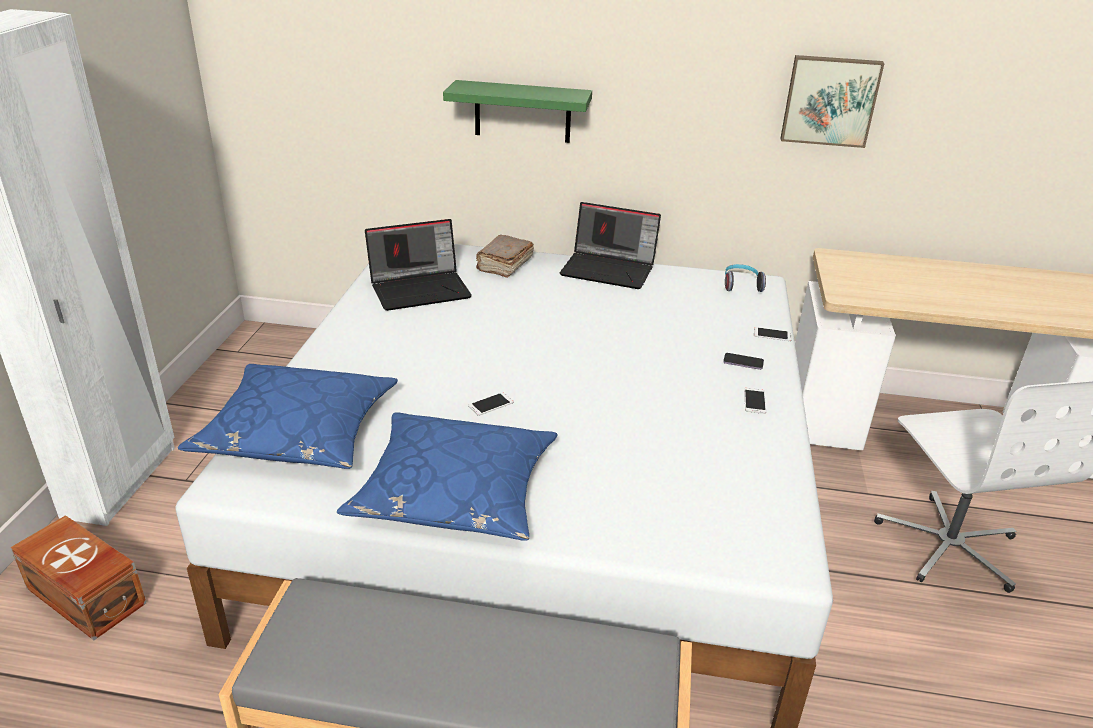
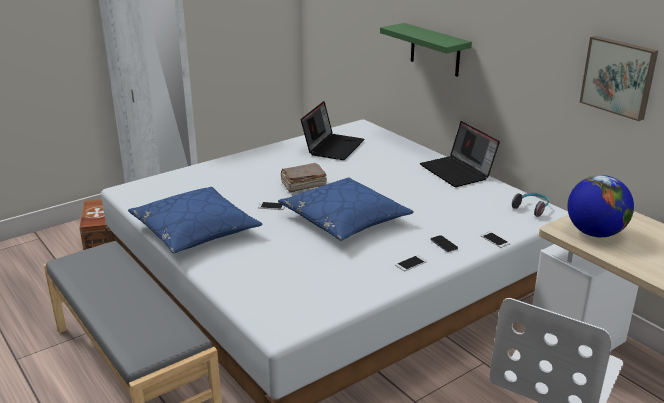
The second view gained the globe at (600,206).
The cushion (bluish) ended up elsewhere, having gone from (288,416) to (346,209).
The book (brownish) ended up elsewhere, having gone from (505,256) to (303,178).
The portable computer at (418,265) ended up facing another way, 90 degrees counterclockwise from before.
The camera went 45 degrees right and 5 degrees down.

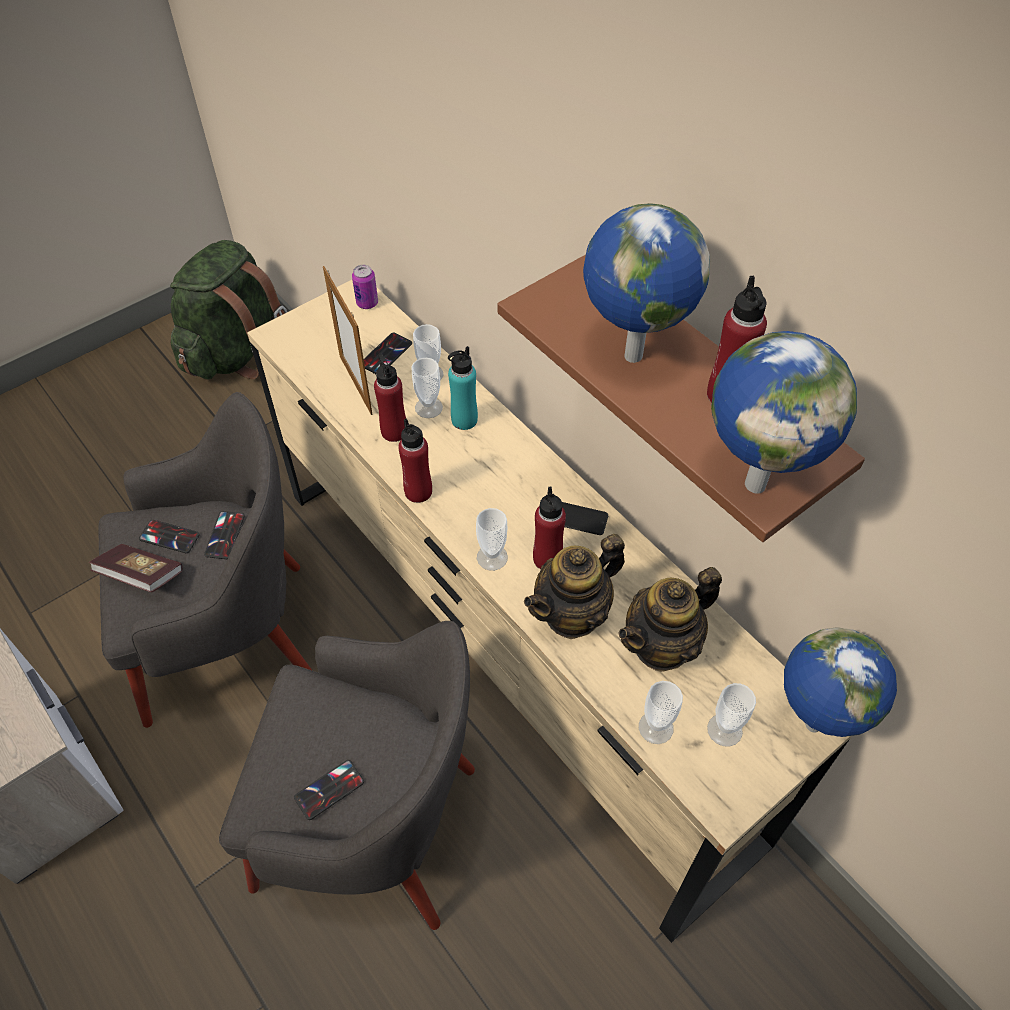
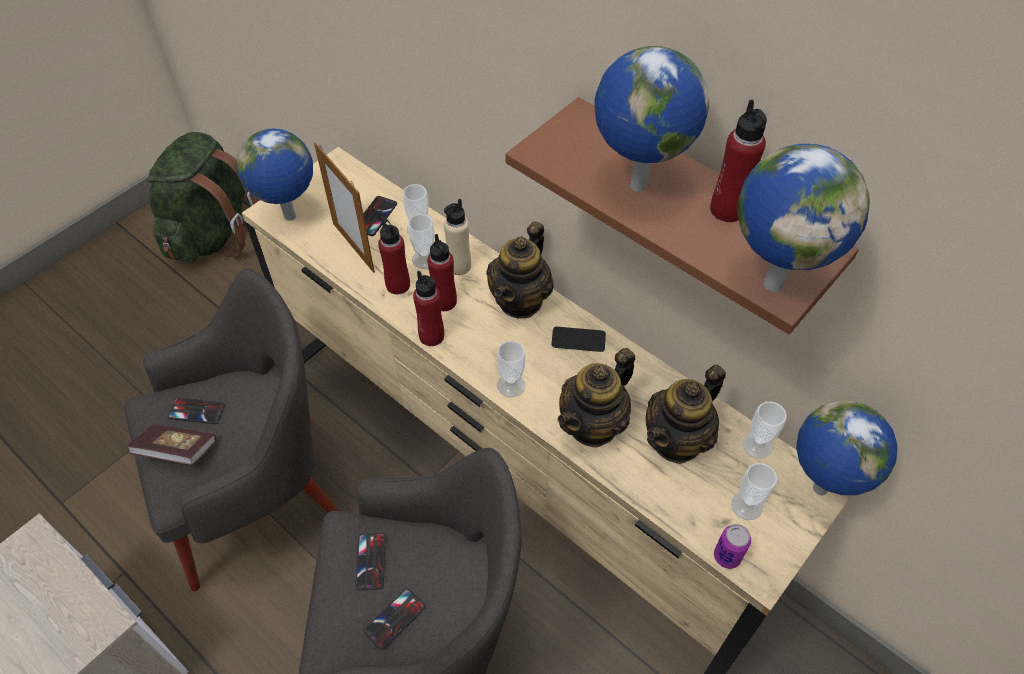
The second view gained the globe at (275,175).
The second view gained the tea pot at (520,270).
The phone ended up elsewhere, having gone from (224,535) to (370,561).
The can ended up elsewhere, having gone from (365,287) to (732,546).
The bottle (reddish) ended up elsewhere, having gone from (549,527) to (442,272).
The drinking cup ended up elsewhere, having gone from (661,712) to (764,430).
What was the bottle (blue-green) at (463,388) turned into the bottle (sand-coloured) at (457,237).
The camera went 10 degrees left and 0 degrees up.

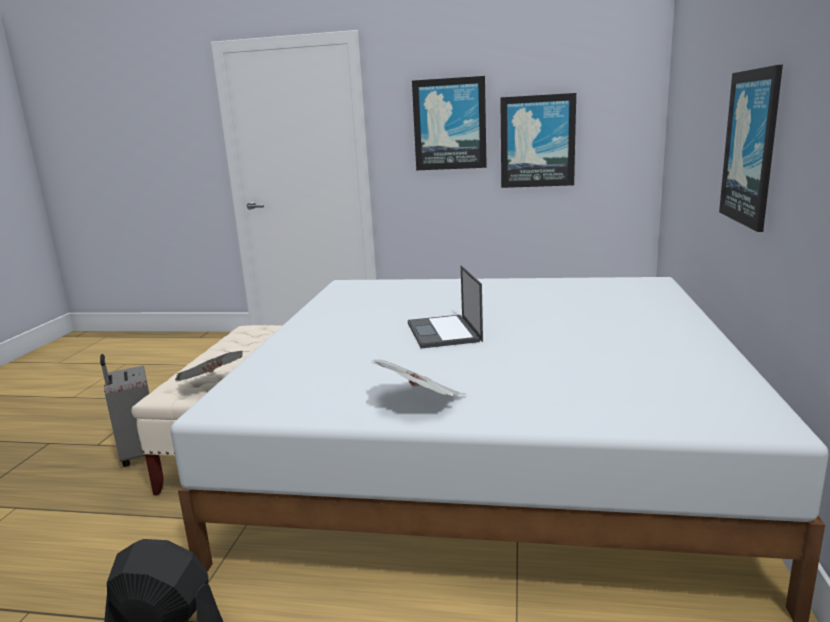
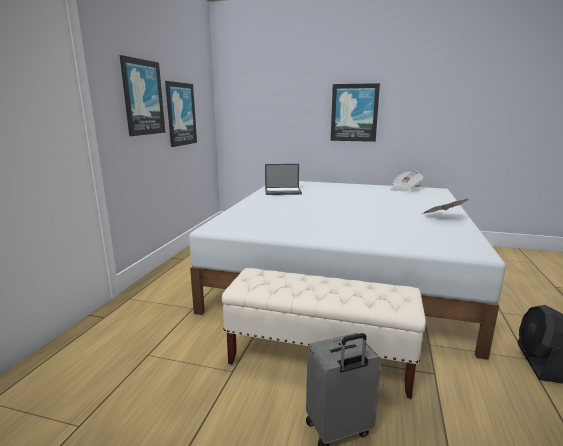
The newspaper ended up elsewhere, having gone from (209,366) to (406,180).
The portable computer ended up elsewhere, having gone from (445,307) to (283,179).
The camera went 85 degrees left and 0 degrees up.

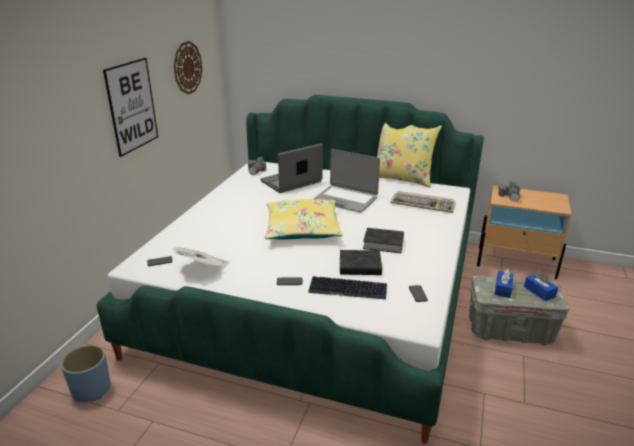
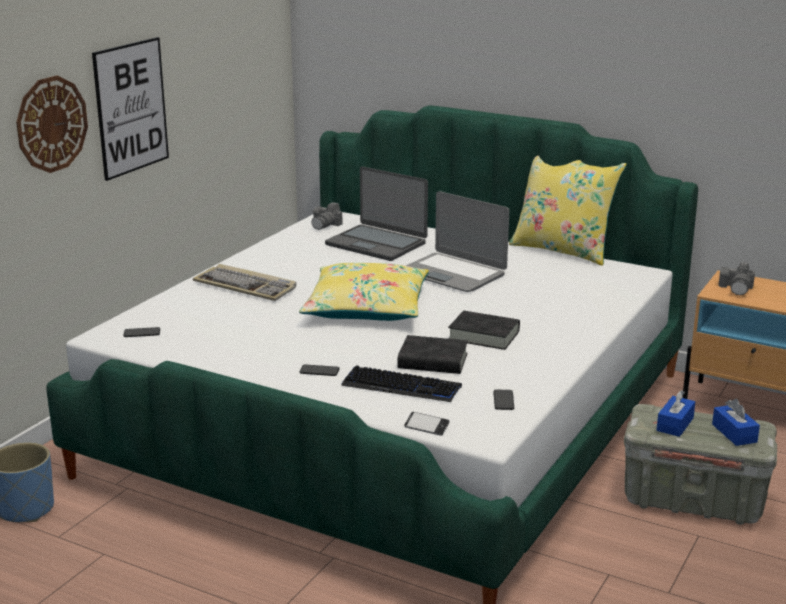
The second view lost the newspaper at (201,256).
The second view gained the phone at (427,424).
The wall clock ended up elsewhere, having gone from (188,67) to (52,124).
The PC keyboard ended up elsewhere, having gone from (423,202) to (244,282).
The portable computer at (292,168) ended up facing another way, 120 degrees counterclockwise from before.
The camera went 10 degrees right and 5 degrees down.

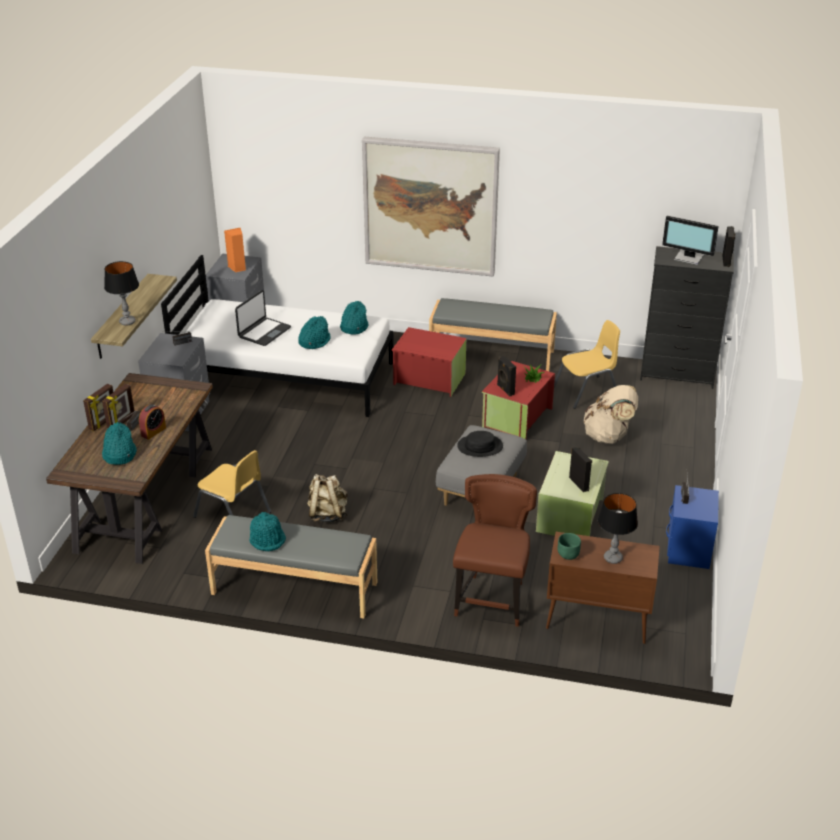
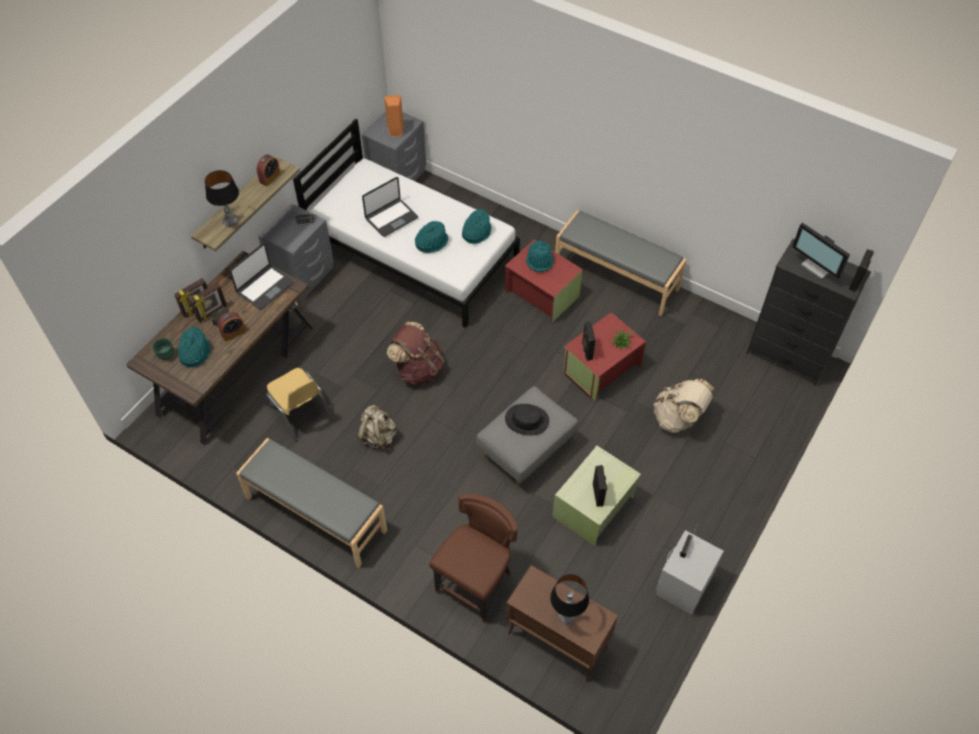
The second view lost the picture at (431,206).
The second view lost the upright chair (yellow-coloured) at (587,364).
The second view gained the portable computer at (261,276).
The second view gained the alarm clock at (269,170).
The second view gained the backpack (brownish) at (416,354).
The wearable hat (blue-green) ended up elsewhere, having gone from (267,531) to (540,256).
The bowl (green) ended up elsewhere, having gone from (569,546) to (163,349).
What was the nightstand (bluish) at (692,527) turned into the nightstand (gray) at (689,572).
The camera went 20 degrees right and 20 degrees up.

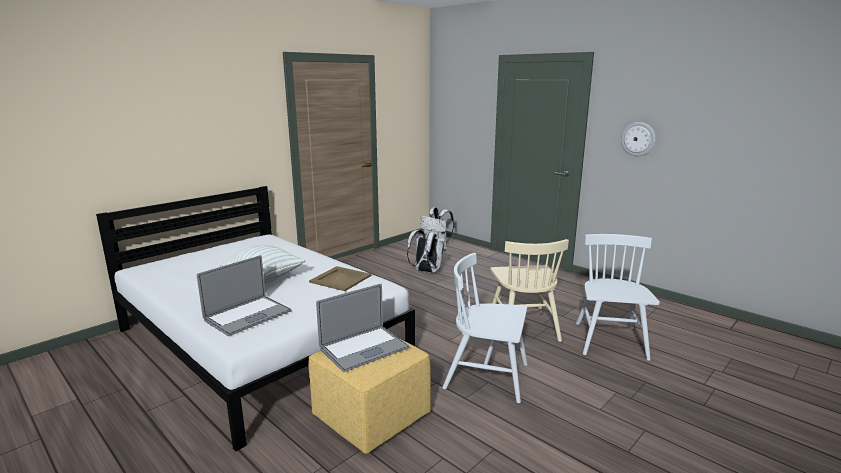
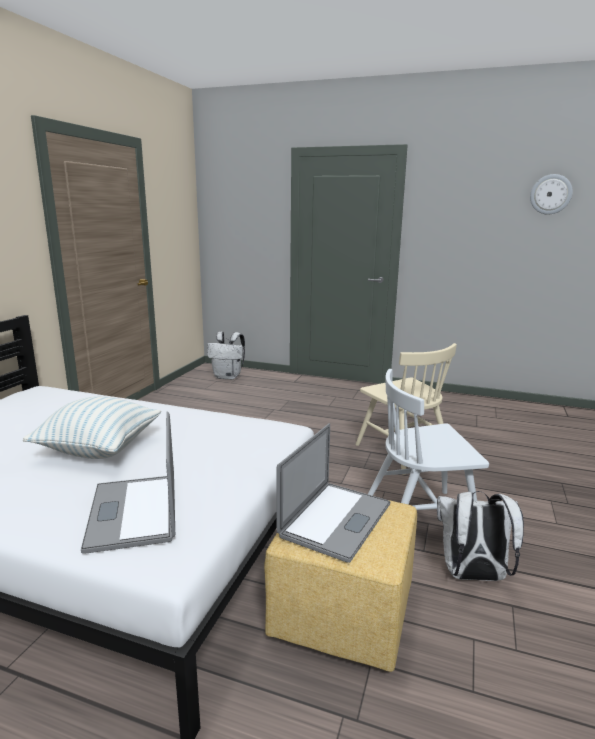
The second view lost the carrying tray (sand-coloured) at (340,278).
The second view lost the upright chair (white) at (618,297).
The backpack (white) ended up elsewhere, having gone from (426,251) to (480,536).
The wall clock ended up elsewhere, having gone from (638,139) to (551,194).
The portable computer at (244,295) ended up facing another way, 150 degrees clockwise from before.
The camera went 25 degrees left and 0 degrees up.

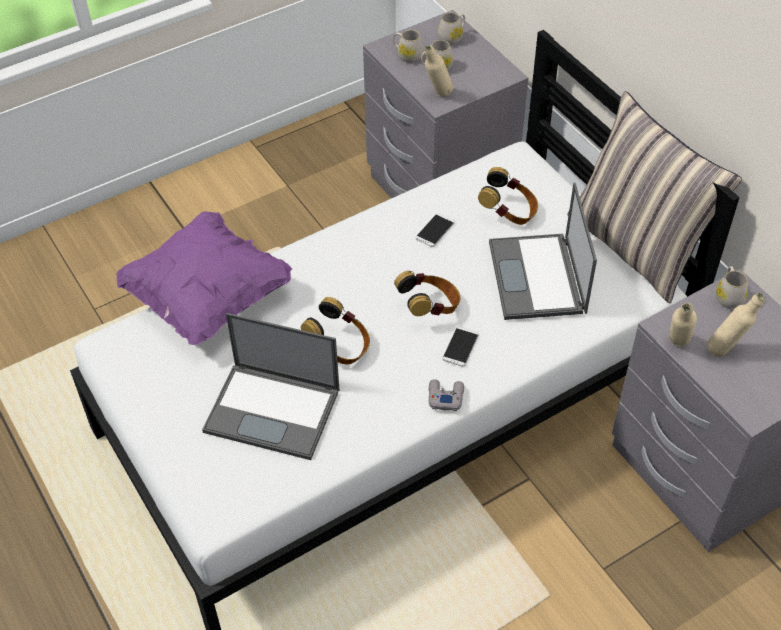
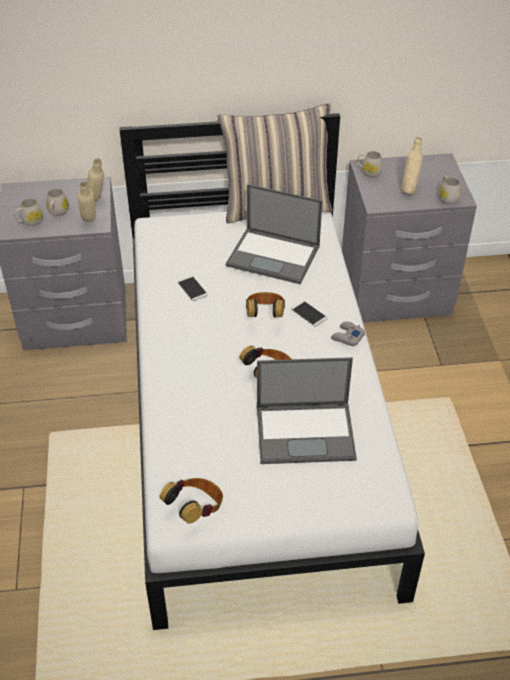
The second view lost the cushion (purple) at (204,278).
The mug (white) ended up elsewhere, having gone from (451,28) to (450,190).
The headphones ended up elsewhere, having gone from (508,196) to (191,501).
The bottle (sand-coloured) ended up elsewhere, having gone from (683,324) to (95,179).
The portable computer at (271,386) ended up facing another way, 45 degrees clockwise from before.
The camera went 65 degrees left and 5 degrees down.

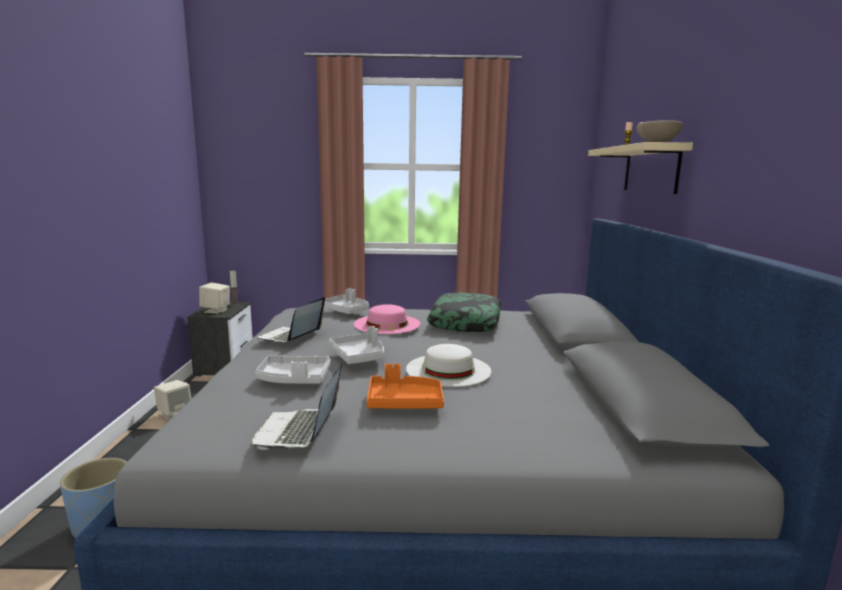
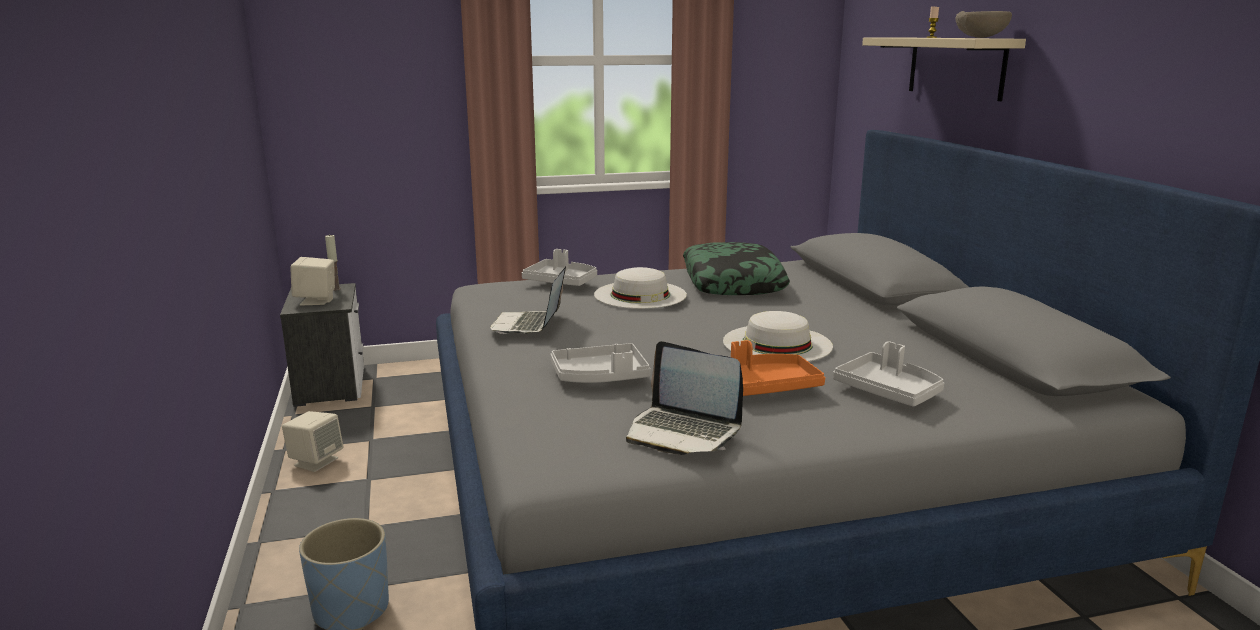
The carrying tray (gray) ended up elsewhere, having gone from (356,345) to (888,374).
What was the wearable hat (pink-coloured) at (387,319) turned into the wearable hat (white) at (640,288).
The portable computer at (297,407) ended up facing another way, 45 degrees counterclockwise from before.
The camera went 15 degrees left and 5 degrees up.

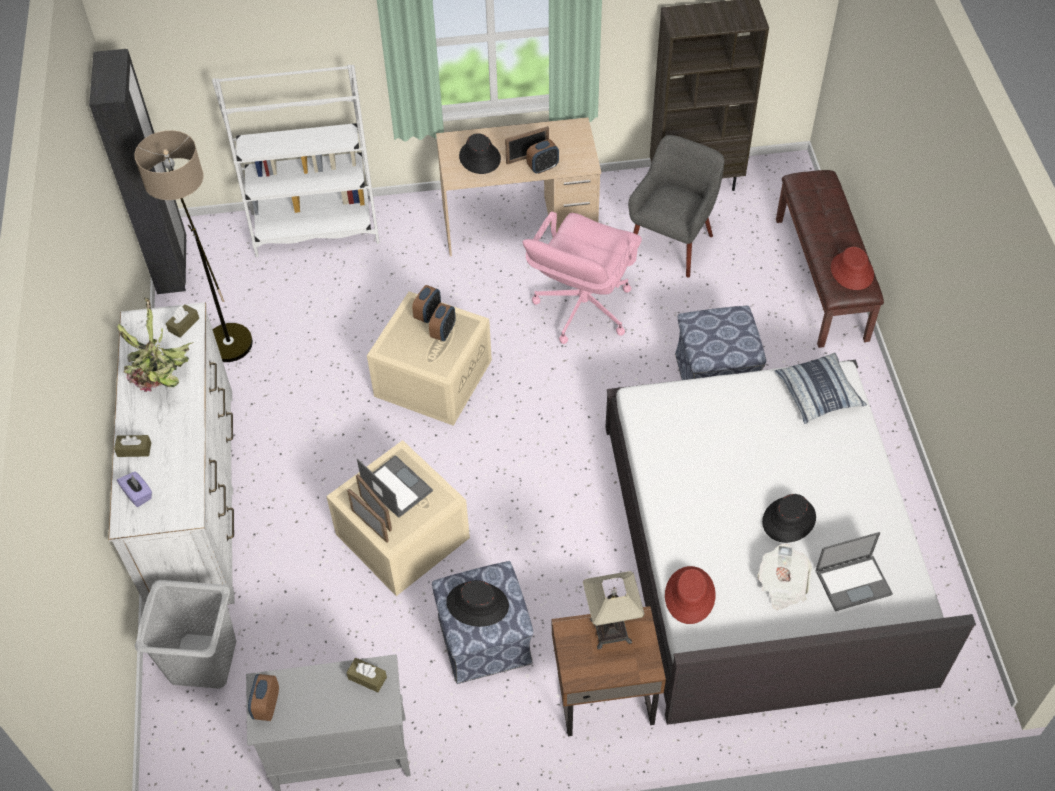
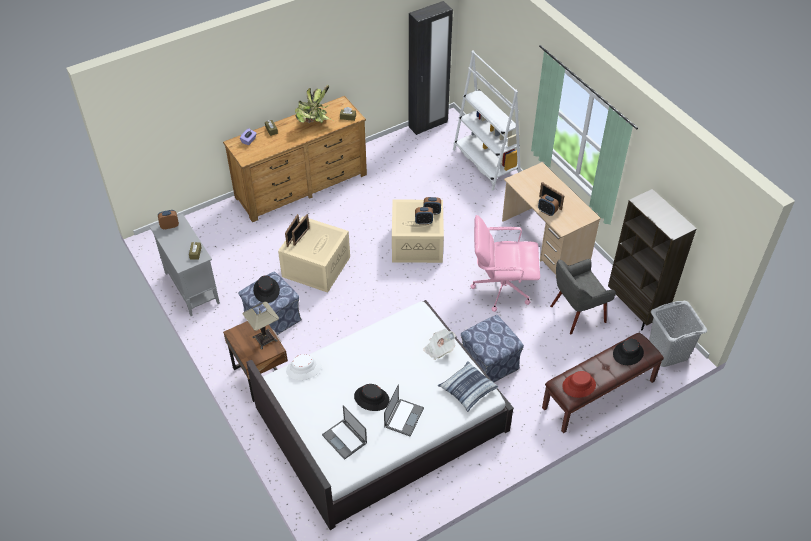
The second view lost the standard lamp at (193,246).
The hamper (gray) ended up elsewhere, having gone from (185,634) to (678,334).
The portable computer ended up elsewhere, having gone from (395,486) to (404,410).
The wearable hat (black-coloured) ended up elsewhere, having gone from (480,153) to (628,351).
The newspaper ended up elsewhere, having gone from (784,577) to (439,344).
What was the dresser (white) at (171,453) turned into the dresser (brownish) at (295,159).
What was the wearable hat (reddish) at (690,595) turned into the wearable hat (white) at (304,367).
The lounge chair (gray) at (676,206) ended up facing another way, 150 degrees clockwise from before.
The camera went 65 degrees right and 5 degrees down.

